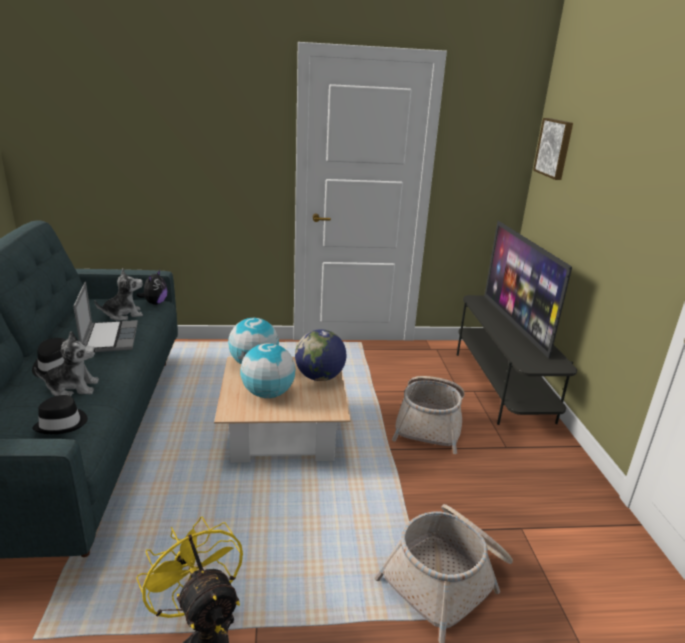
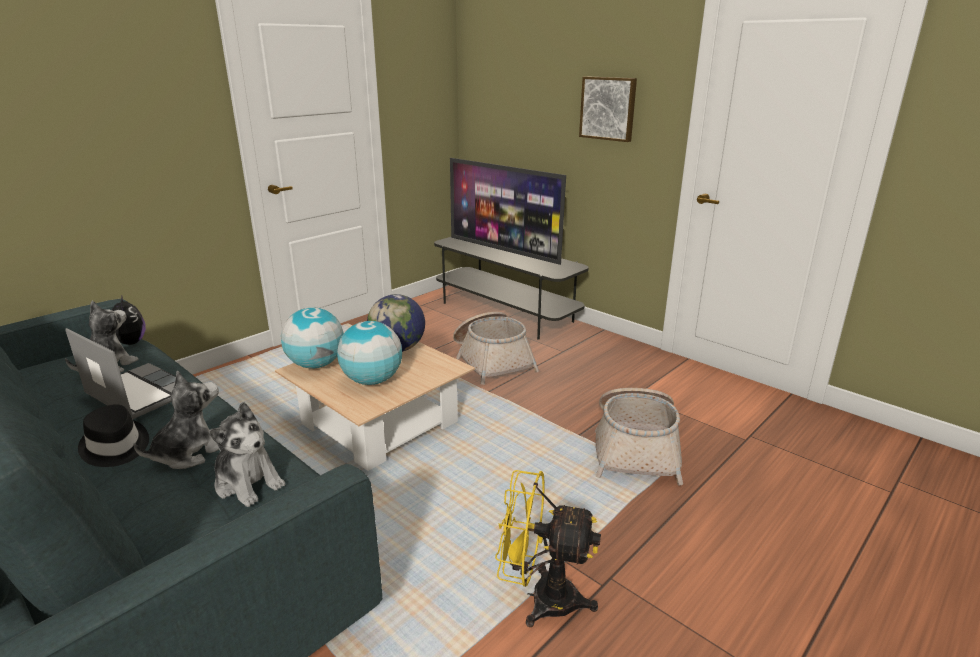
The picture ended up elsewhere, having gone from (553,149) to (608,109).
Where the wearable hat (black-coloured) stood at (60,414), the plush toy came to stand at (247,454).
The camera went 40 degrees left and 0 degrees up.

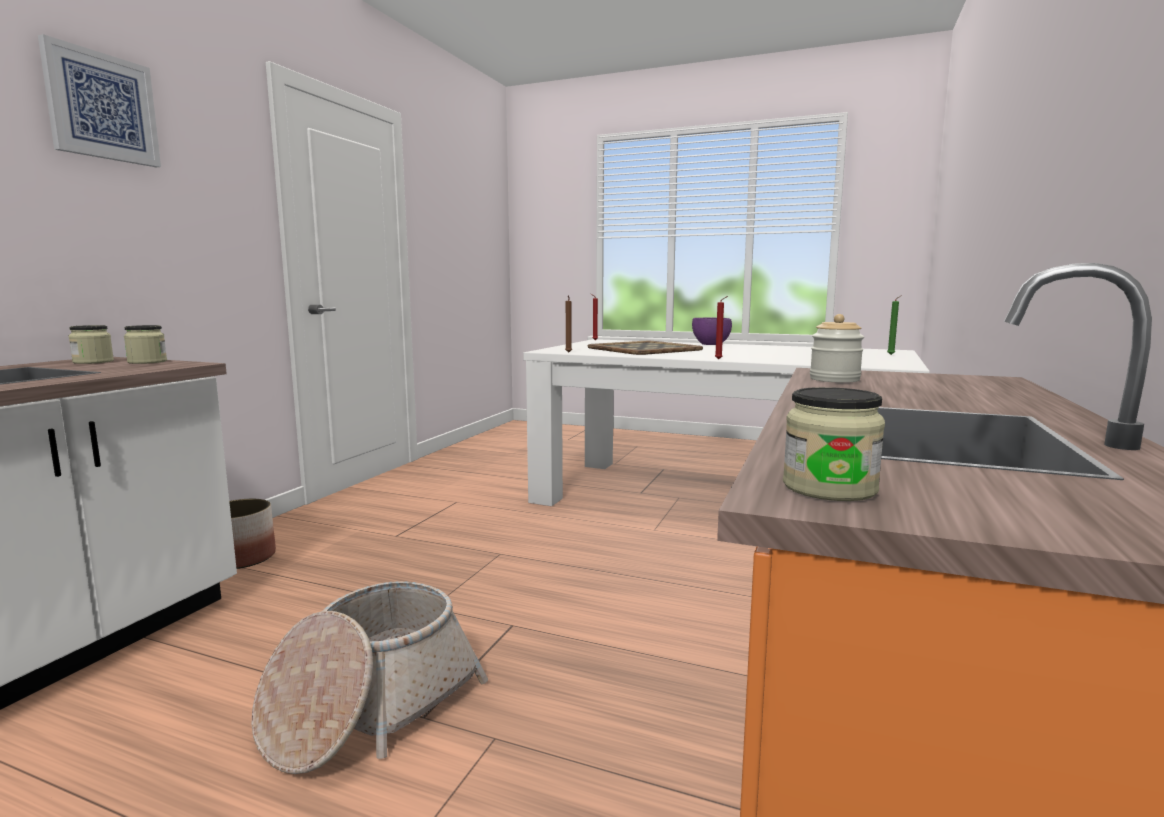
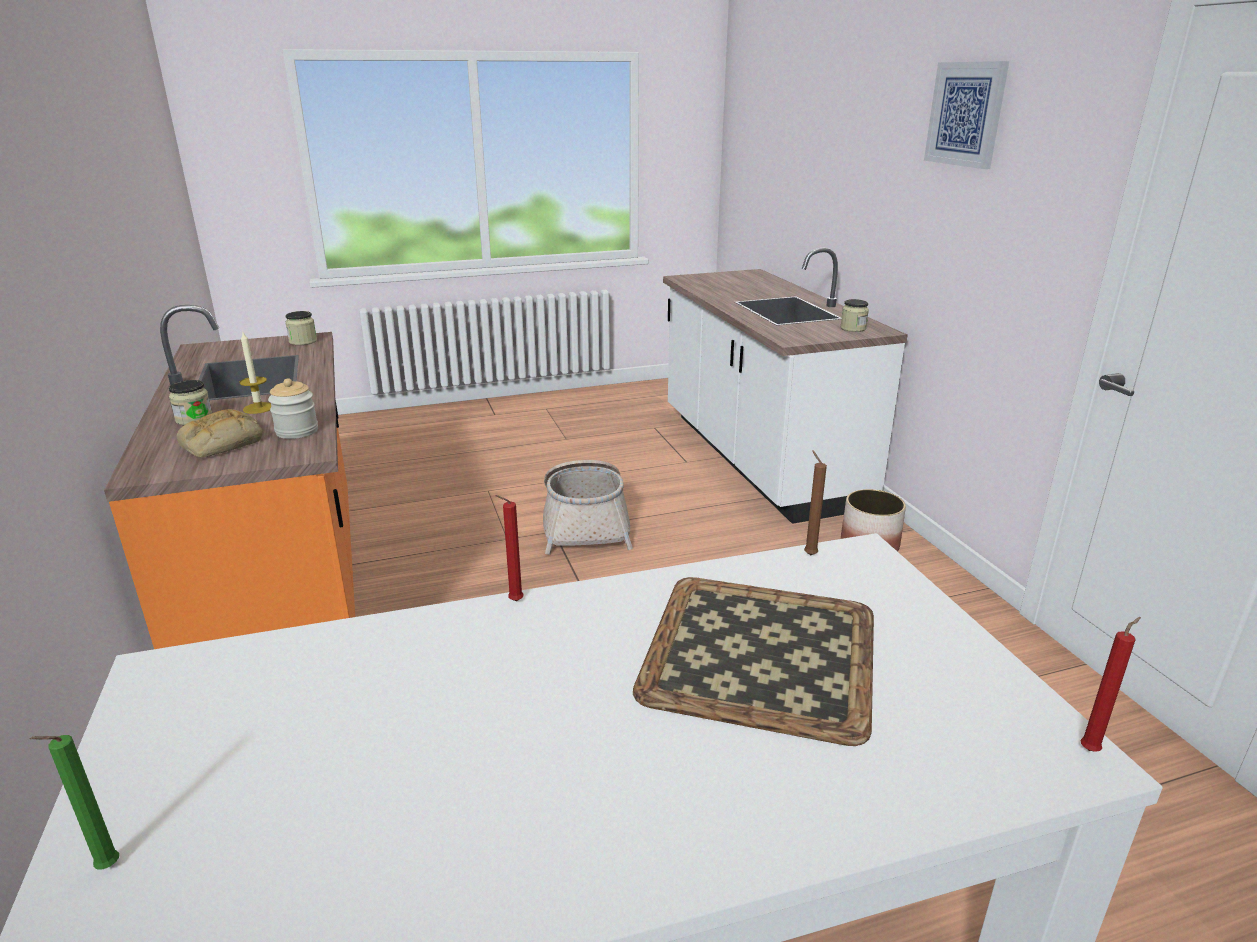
The second view lost the bowl (purple) at (712,331).
The second view gained the bakery bread at (219,433).
The second view gained the wax light at (255,373).
The storage jar ended up elsewhere, having gone from (145,344) to (190,402).
The camera went 140 degrees right and 15 degrees up.

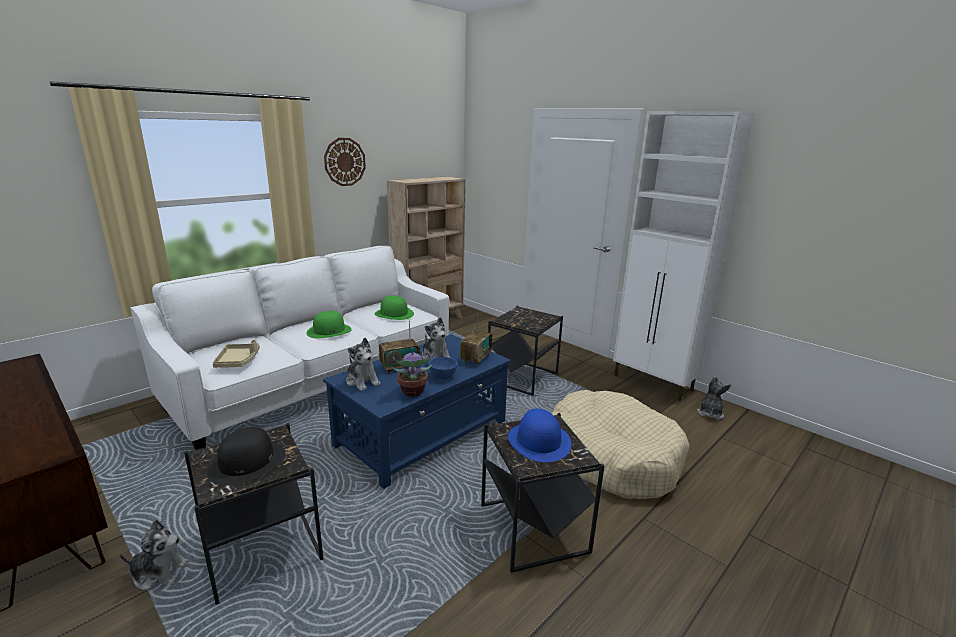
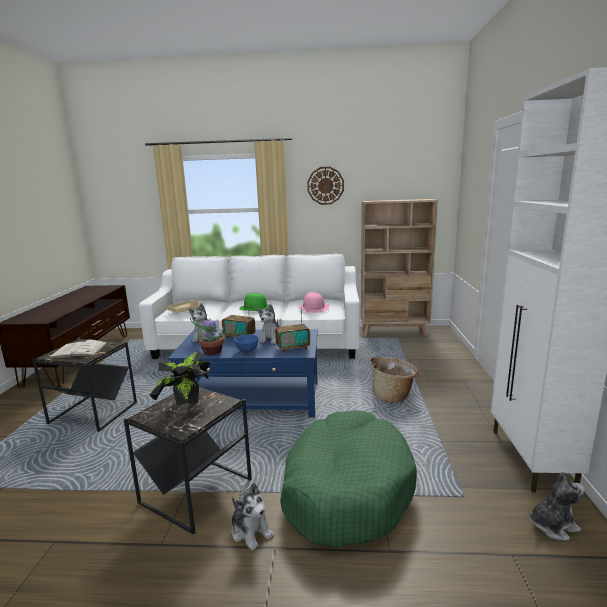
The plush toy ended up elsewhere, having gone from (154,555) to (253,517).
Where the wearable hat (black-coloured) stood at (245,456), the book (white) came to stand at (77,349).
Where the accent table (black-coloured) stood at (525,351), the household basket came to stand at (394,379).
Where the wearable hat (bluish) stood at (539,435), the potted plant came to stand at (181,377).
What was the wearable hat (green) at (394,308) turned into the wearable hat (pink-coloured) at (313,302).
What was the dog bed (sand-coloured) at (620,444) turned into the dog bed (green) at (348,479).
The camera went 50 degrees right and 5 degrees down.

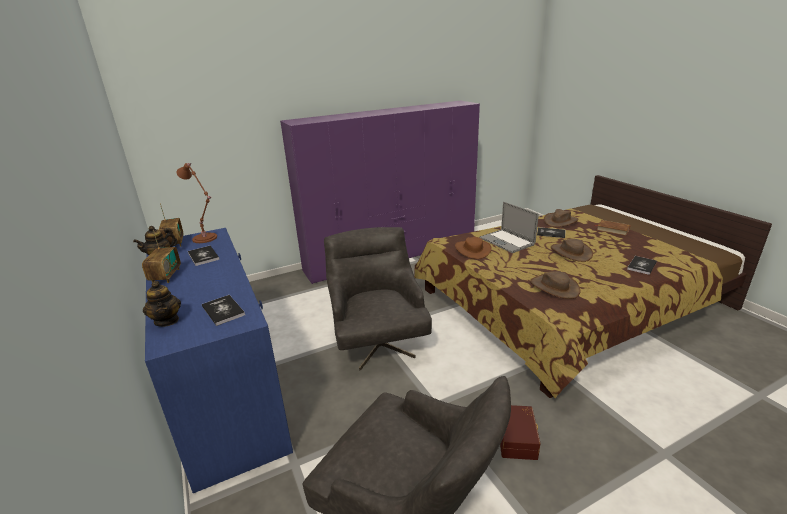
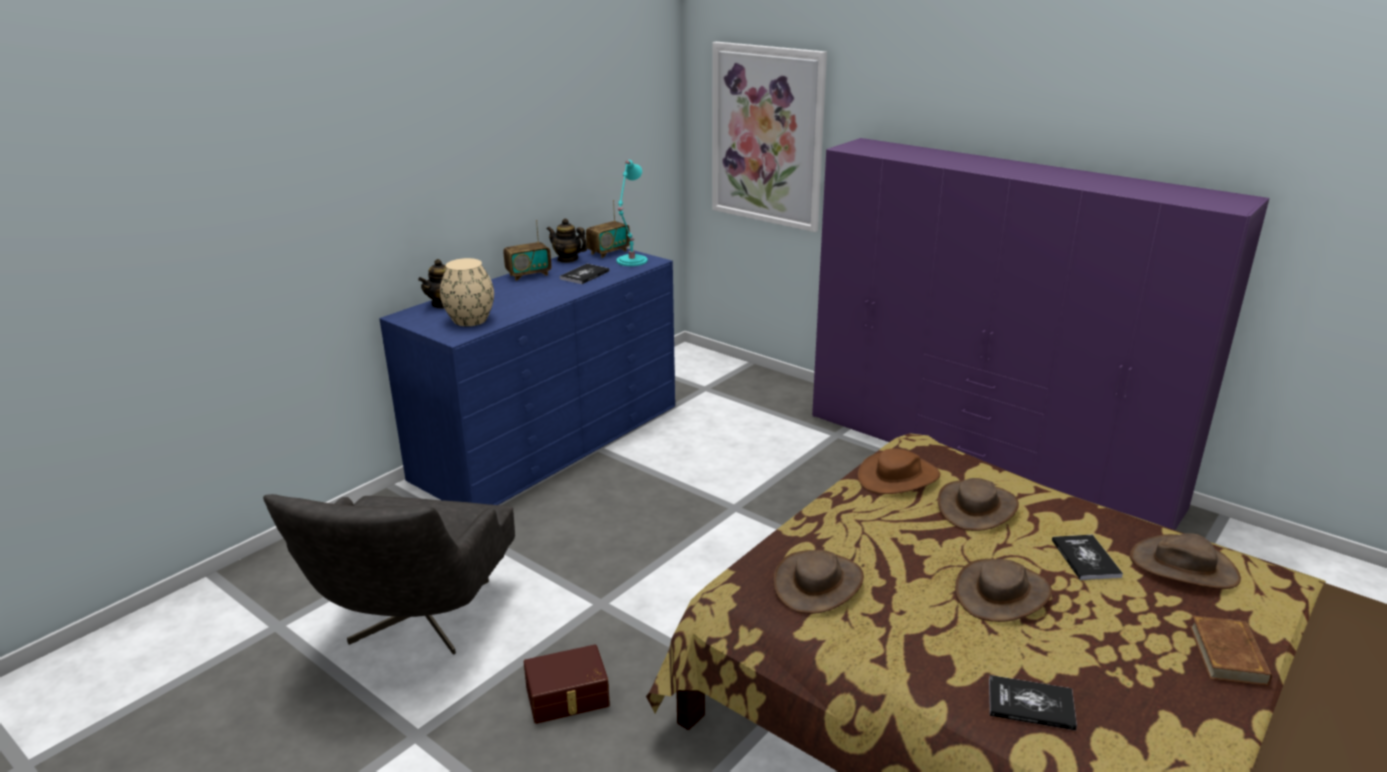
The second view lost the lounge chair (gray) at (378,299).
The second view gained the picture at (769,137).
Where the book stood at (223,310), the vase (sand-coloured) came to stand at (467,292).
Where the portable computer stood at (509,227), the wearable hat (brownish) came to stand at (978,504).
What was the table lamp (brownish) at (196,203) turned into the table lamp (blue-green) at (632,213).
The camera went 65 degrees right and 0 degrees up.

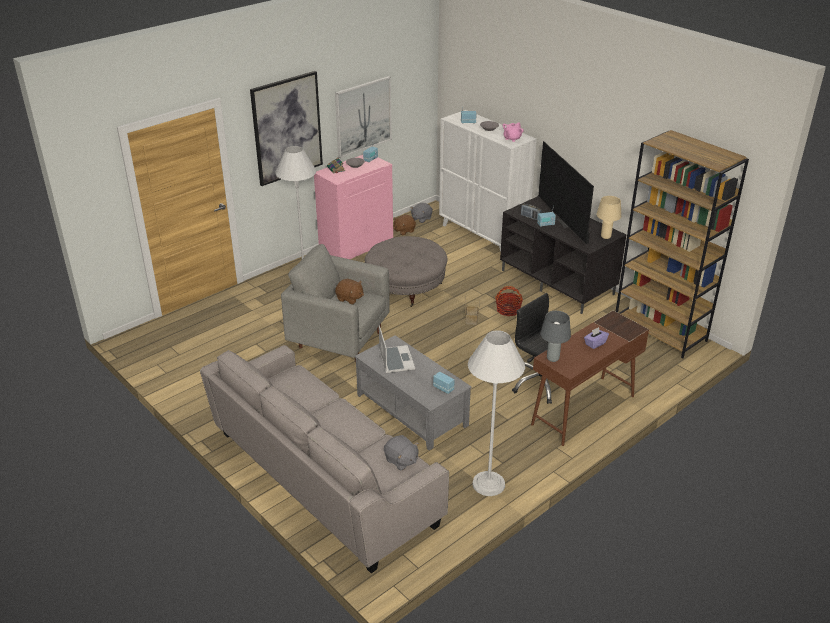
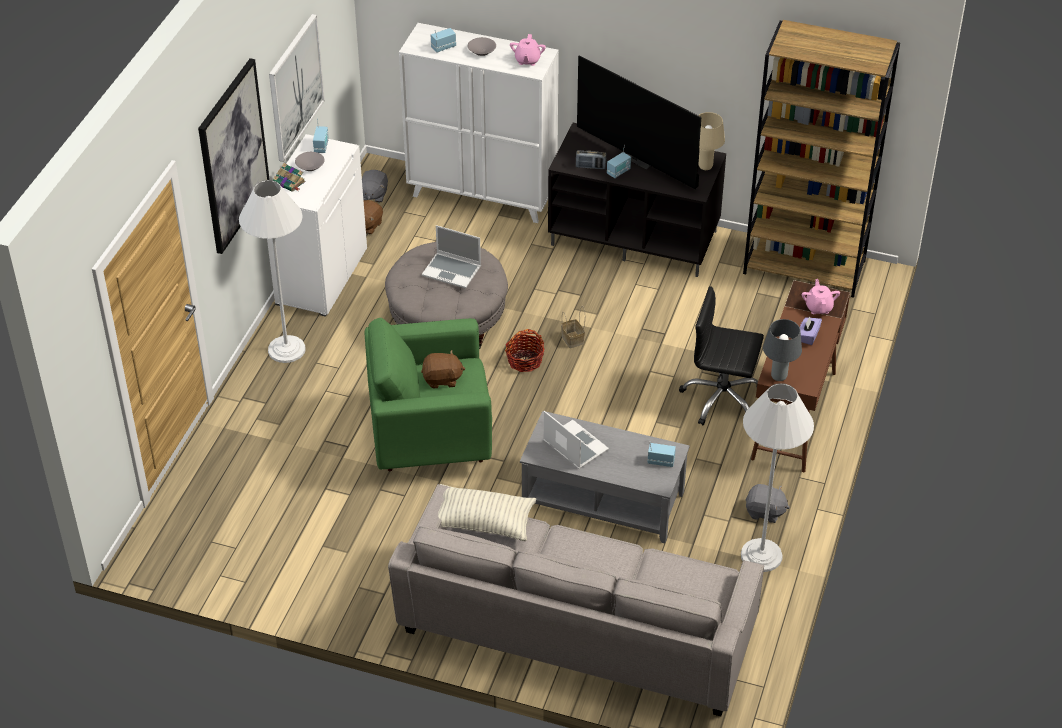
The second view gained the portable computer at (451,257).
The second view gained the cushion at (487,512).
The second view gained the tea pot (pink-coloured) at (821,296).
The plush toy (gray) ended up elsewhere, having gone from (401,453) to (767,503).
The household basket ended up elsewhere, having gone from (509,301) to (524,350).
What was the lounge chair (gray) at (335,303) turned into the lounge chair (green) at (428,394).
What was the storage cabinet (pink-coloured) at (353,207) turned into the storage cabinet (white) at (317,225).
The camera went 30 degrees left and 10 degrees up.

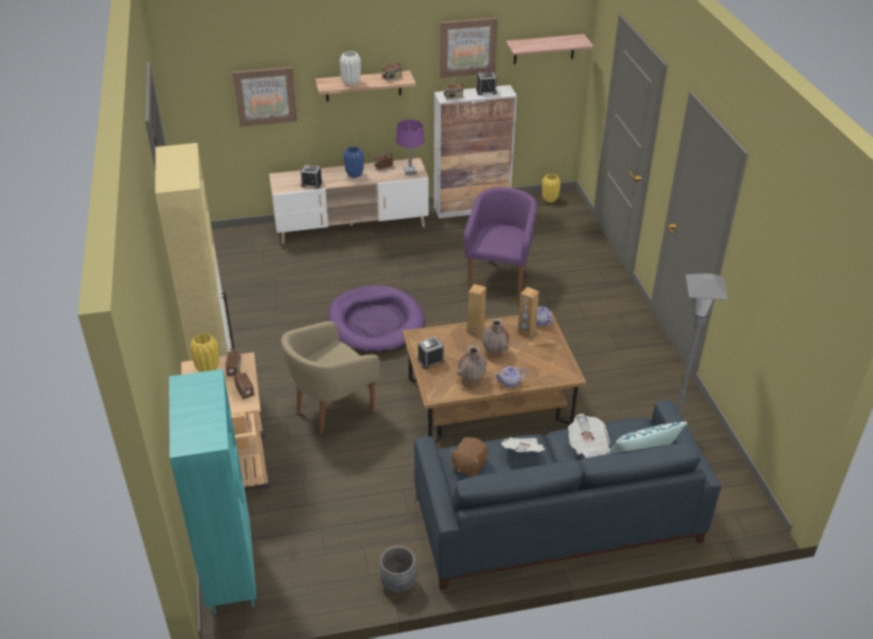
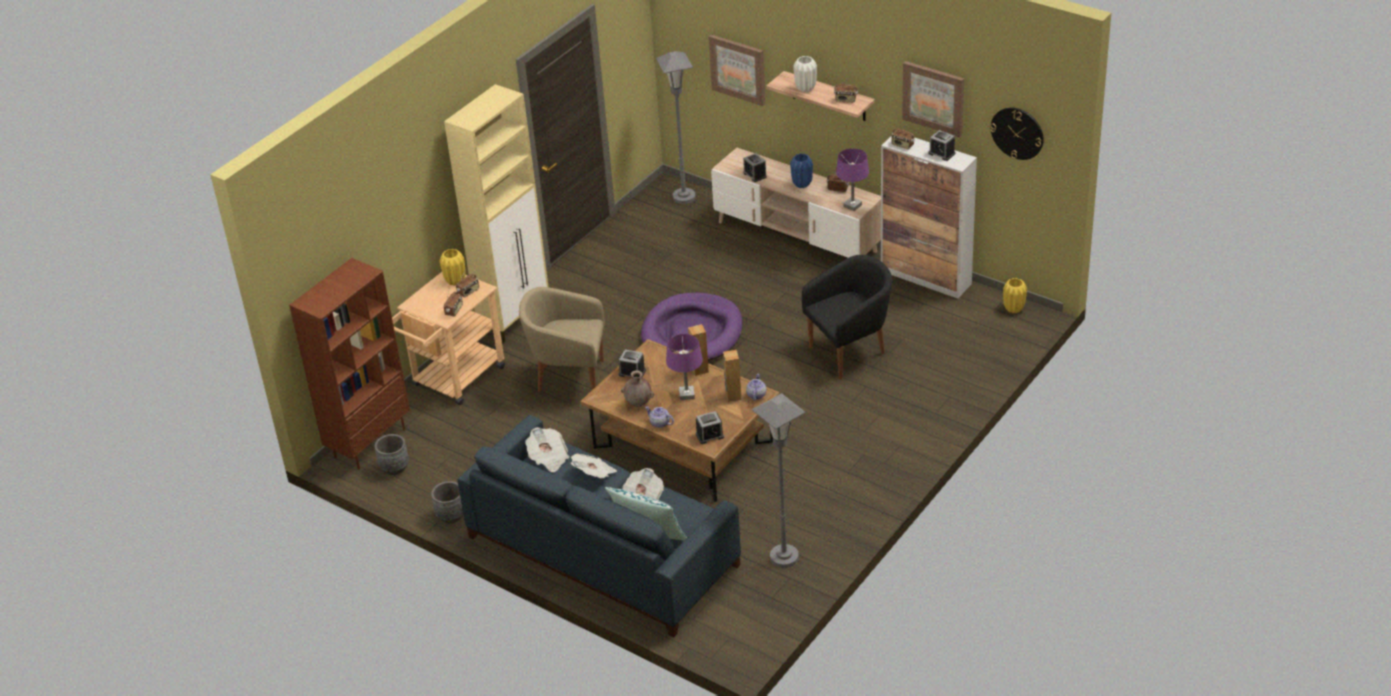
The second view gained the planter (gray) at (392,454).
The second view gained the standard lamp (gray) at (676,127).
The second view gained the alarm clock at (710,427).
Where the plush toy (brownish) stood at (469,457), the newspaper came to stand at (547,449).
Where the vase (brownish) stood at (495,336), the table lamp (purple) came to stand at (684,367).
Where the bracket shelf hung at (550,49), the wall clock came to hang at (1017,133).
What was the bookshelf (blue-green) at (212,491) turned into the bookshelf (brownish) at (349,364).
What was the lounge chair (purple) at (500,241) turned into the lounge chair (black-coloured) at (847,317).
The camera went 50 degrees right and 0 degrees up.

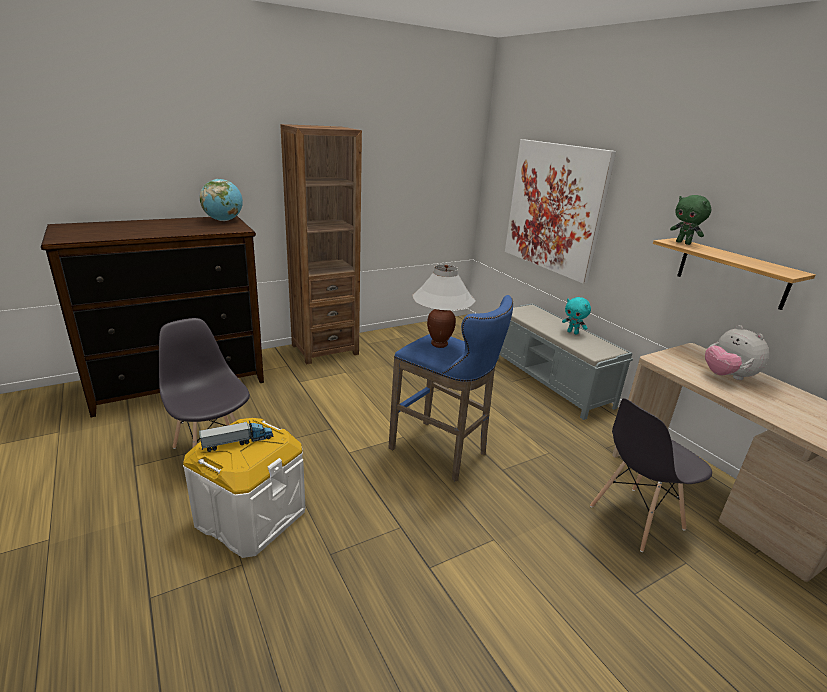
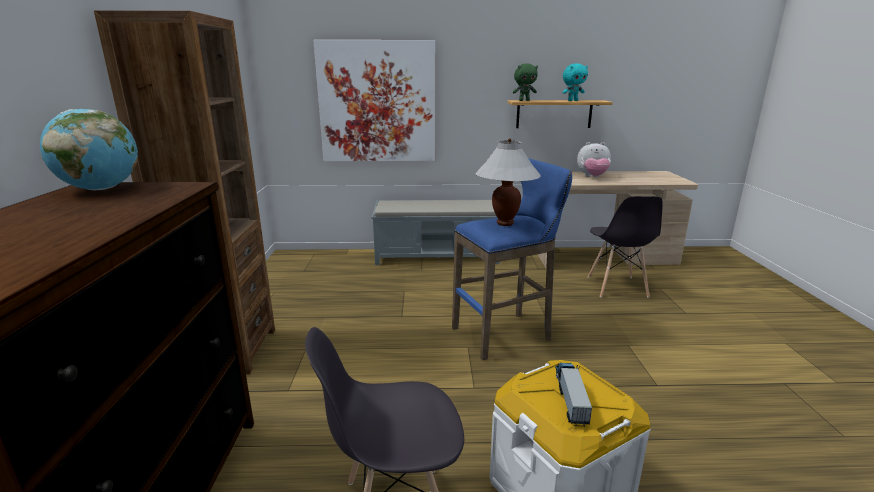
The plush toy (blue-green) ended up elsewhere, having gone from (576,316) to (575,82).
The camera went 60 degrees left and 5 degrees down.

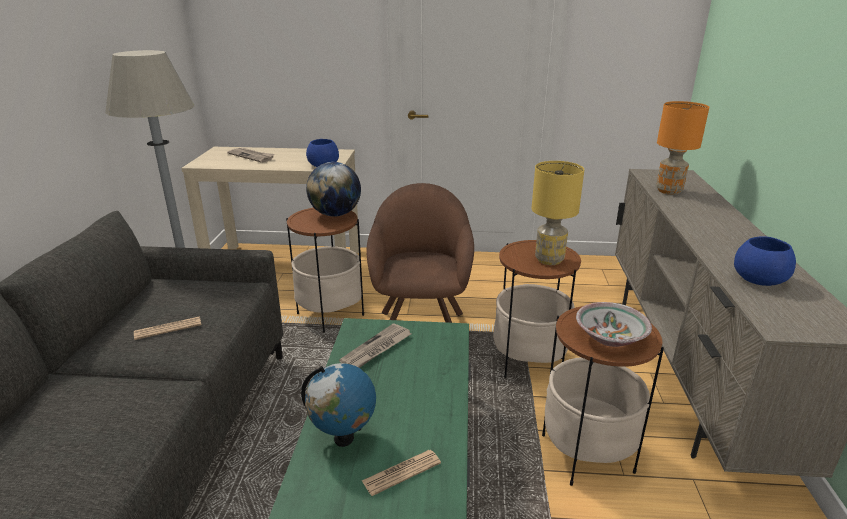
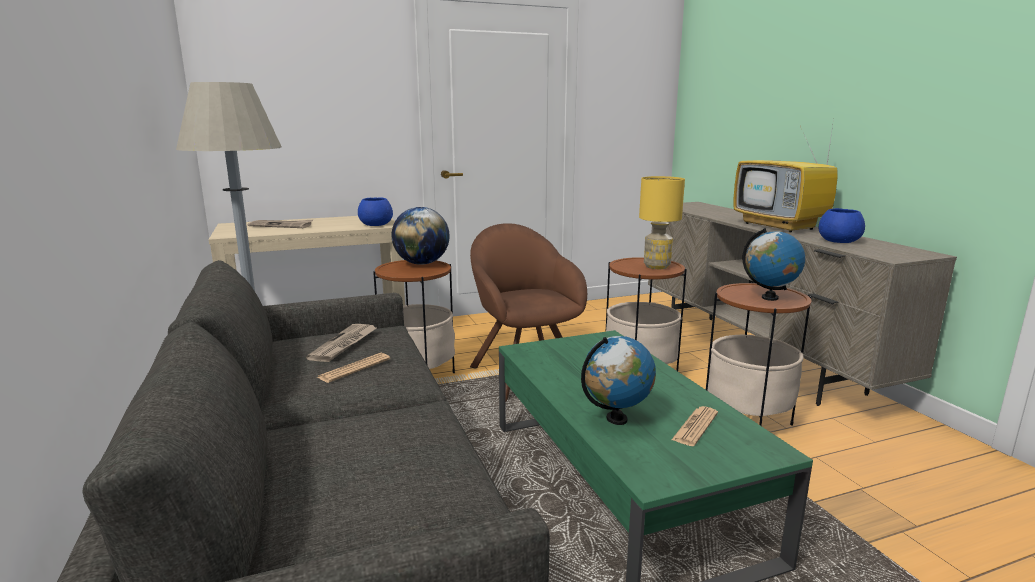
The second view lost the table lamp (orangey) at (682,148).
The second view gained the TV set at (786,176).
The newspaper ended up elsewhere, having gone from (375,345) to (341,343).
Where the bowl stood at (614,324), the globe came to stand at (773,264).
The camera went 25 degrees left and 10 degrees down.

